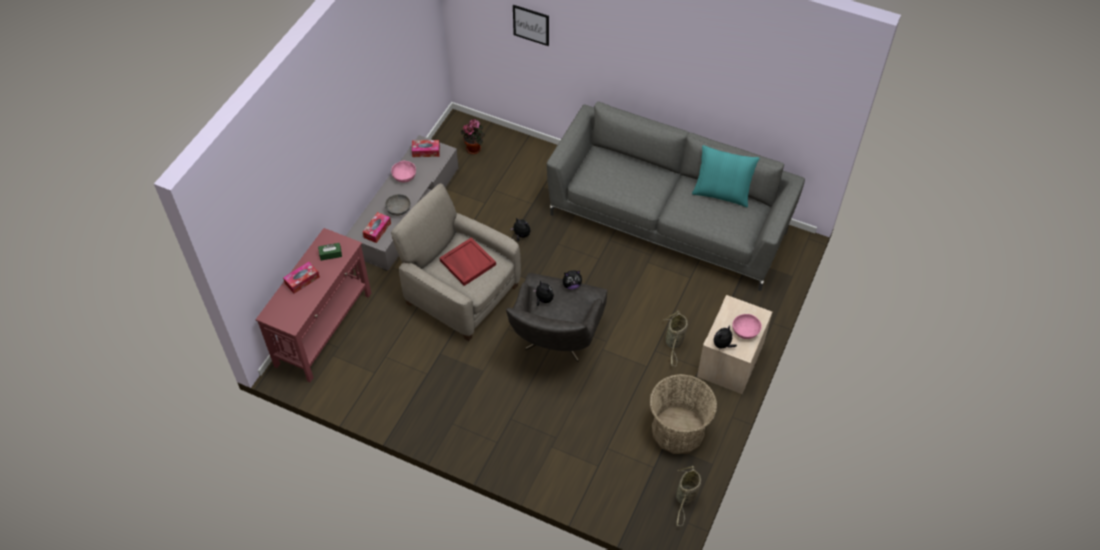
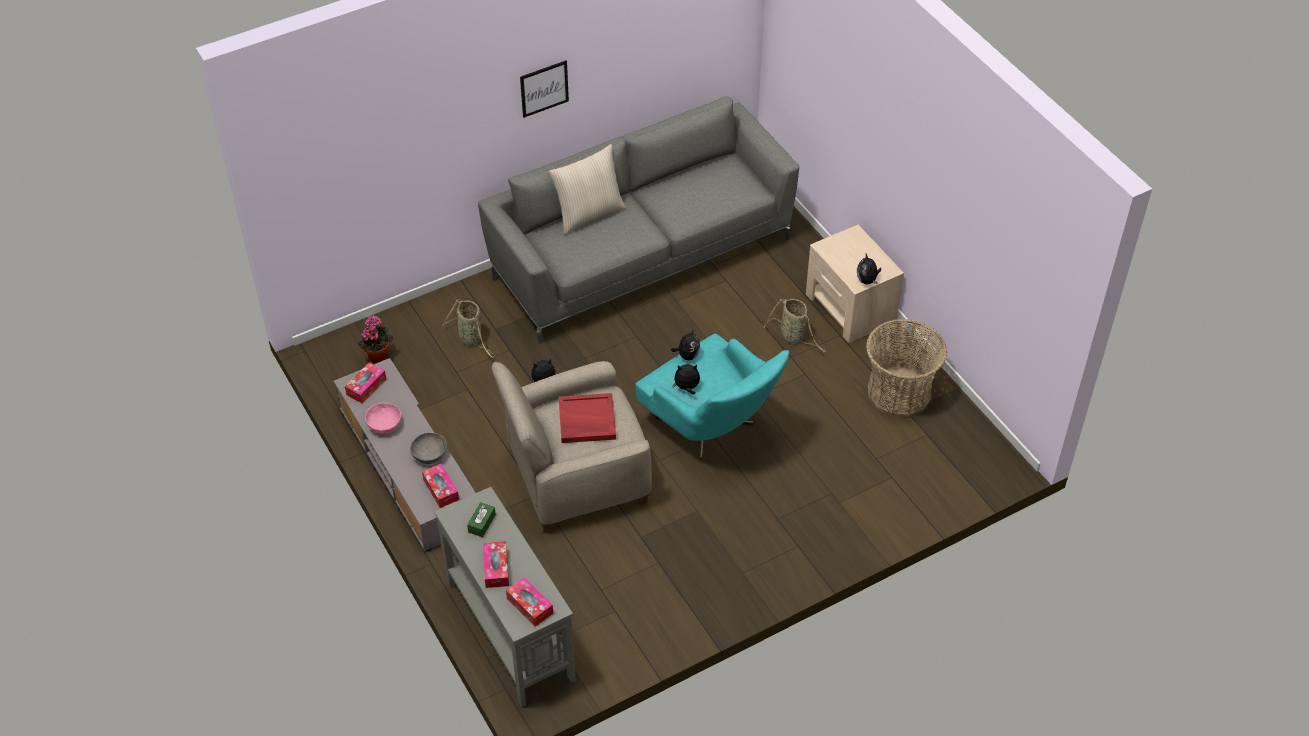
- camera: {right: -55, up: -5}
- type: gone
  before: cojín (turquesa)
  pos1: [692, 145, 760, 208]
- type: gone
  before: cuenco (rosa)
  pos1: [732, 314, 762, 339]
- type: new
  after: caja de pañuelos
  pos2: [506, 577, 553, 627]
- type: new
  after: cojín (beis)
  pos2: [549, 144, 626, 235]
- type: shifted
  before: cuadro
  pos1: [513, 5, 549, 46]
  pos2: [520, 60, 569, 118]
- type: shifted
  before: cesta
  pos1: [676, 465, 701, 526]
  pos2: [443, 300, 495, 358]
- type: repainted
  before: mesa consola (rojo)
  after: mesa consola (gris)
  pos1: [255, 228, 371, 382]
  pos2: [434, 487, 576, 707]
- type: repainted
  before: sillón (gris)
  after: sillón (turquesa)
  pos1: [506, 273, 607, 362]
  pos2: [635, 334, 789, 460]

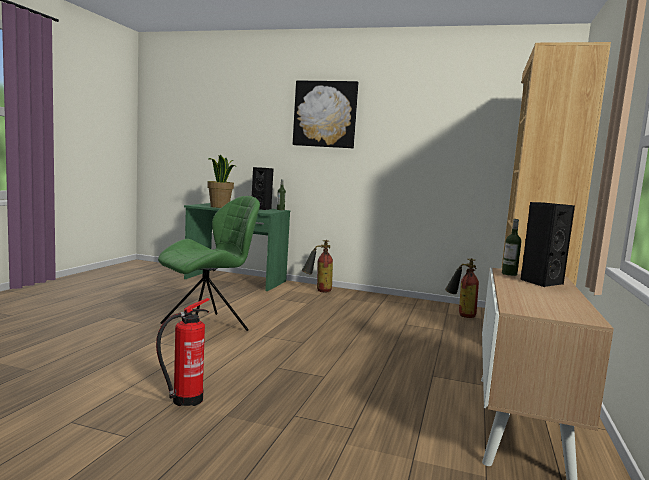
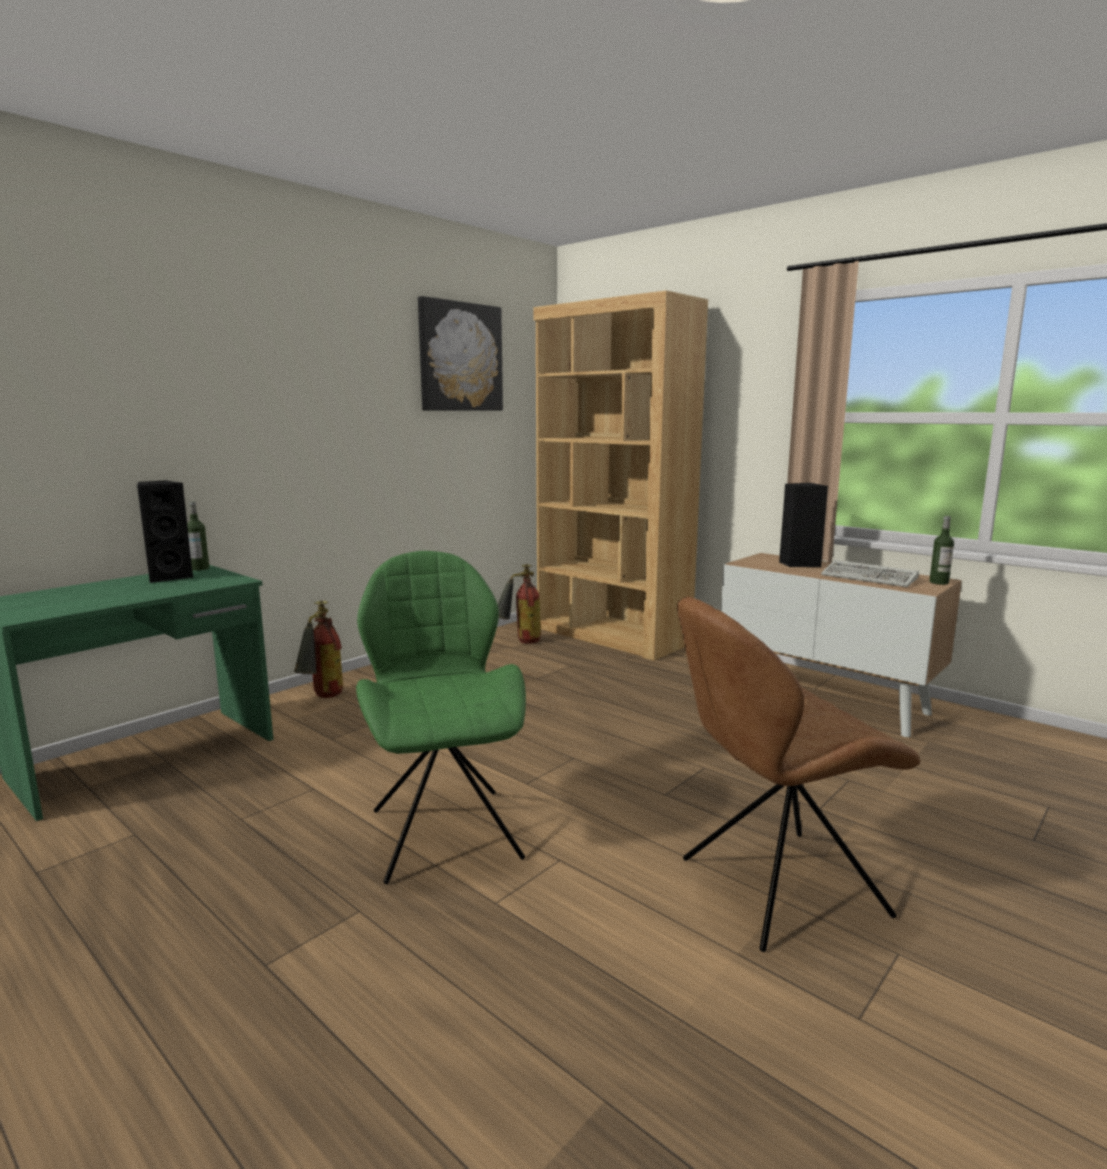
- camera: {right: -65, up: 5}
- type: gone
  before: planta en maceta
  pos1: [207, 154, 236, 208]
- type: new
  after: teclado
  pos2: [821, 560, 919, 587]
- type: shifted
  before: cuadro
  pos1: [293, 80, 358, 148]
  pos2: [418, 296, 503, 411]
- type: shifted
  before: botella
  pos1: [502, 219, 522, 276]
  pos2: [929, 516, 954, 585]
- type: swapped
  before: extintor
  after: silla (marrón)
  pos1: [156, 298, 210, 406]
  pos2: [677, 597, 920, 952]

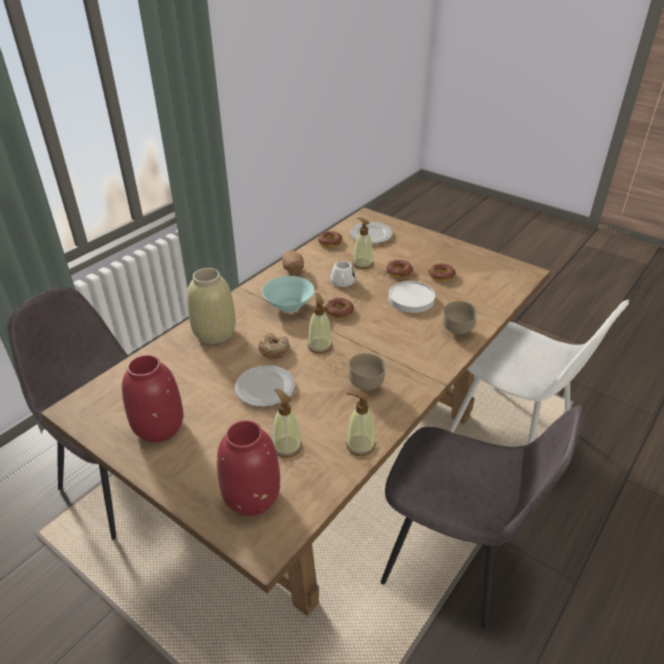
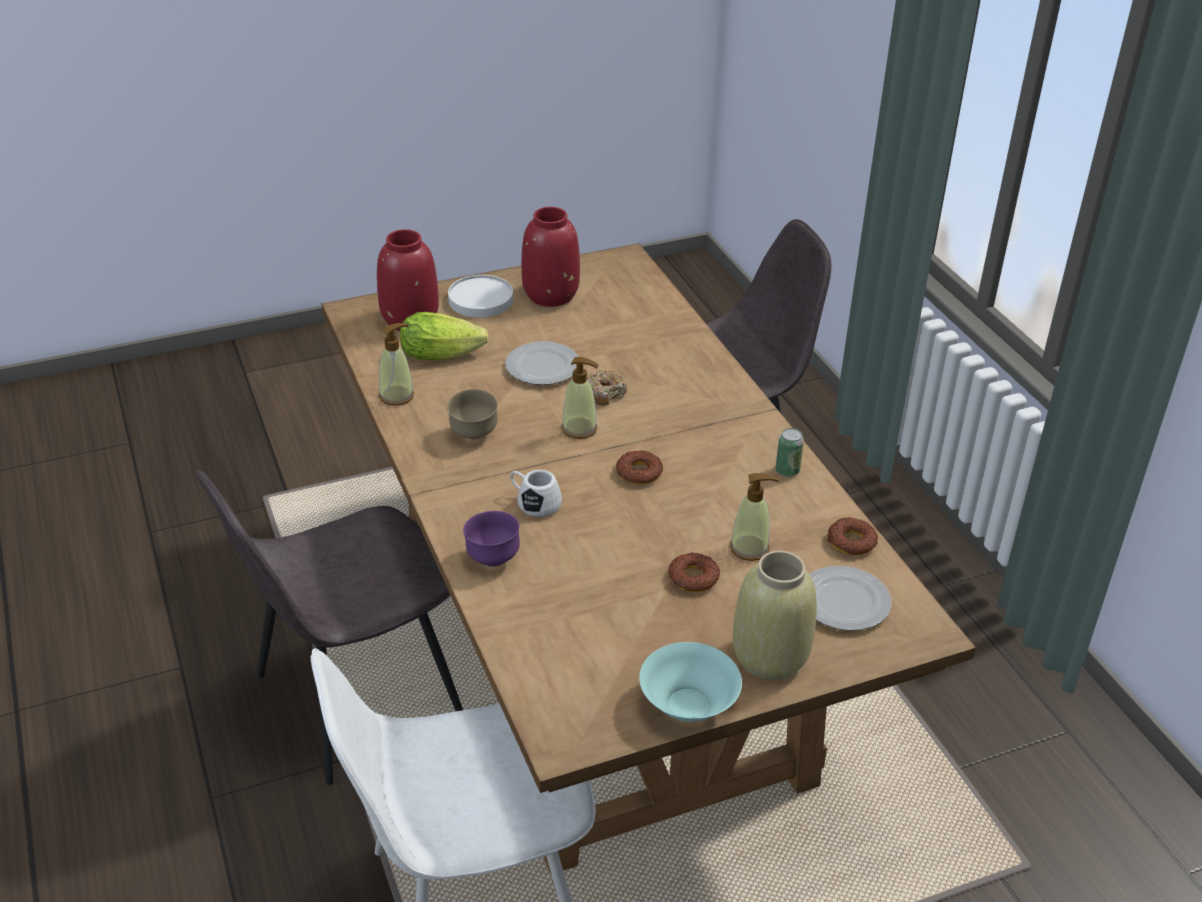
- camera: {right: 120, up: 0}
- type: gone
  before: rosquilla
  pos1: [429, 263, 456, 281]
- type: shifted
  before: florero (beis)
  pos1: [187, 268, 236, 344]
  pos2: [733, 551, 817, 680]
- type: shifted
  before: cuenco (turquesa)
  pos1: [262, 276, 314, 313]
  pos2: [639, 642, 742, 722]
- type: shifted
  before: taza grande (blanco)
  pos1: [330, 261, 355, 287]
  pos2: [510, 470, 562, 517]
- type: shifted
  before: plato (blanco)
  pos1: [389, 281, 435, 313]
  pos2: [448, 275, 513, 318]
- type: swapped
  before: dispensador de jabón
  after: lechuga
  pos1: [273, 388, 302, 458]
  pos2: [400, 312, 489, 361]
- type: swapped
  before: patata
  after: lata
  pos1: [282, 250, 304, 273]
  pos2: [775, 428, 804, 477]
- type: repainted
  before: cuenco (marrón)
  after: cuenco (morado)
  pos1: [443, 301, 478, 334]
  pos2: [463, 511, 520, 567]

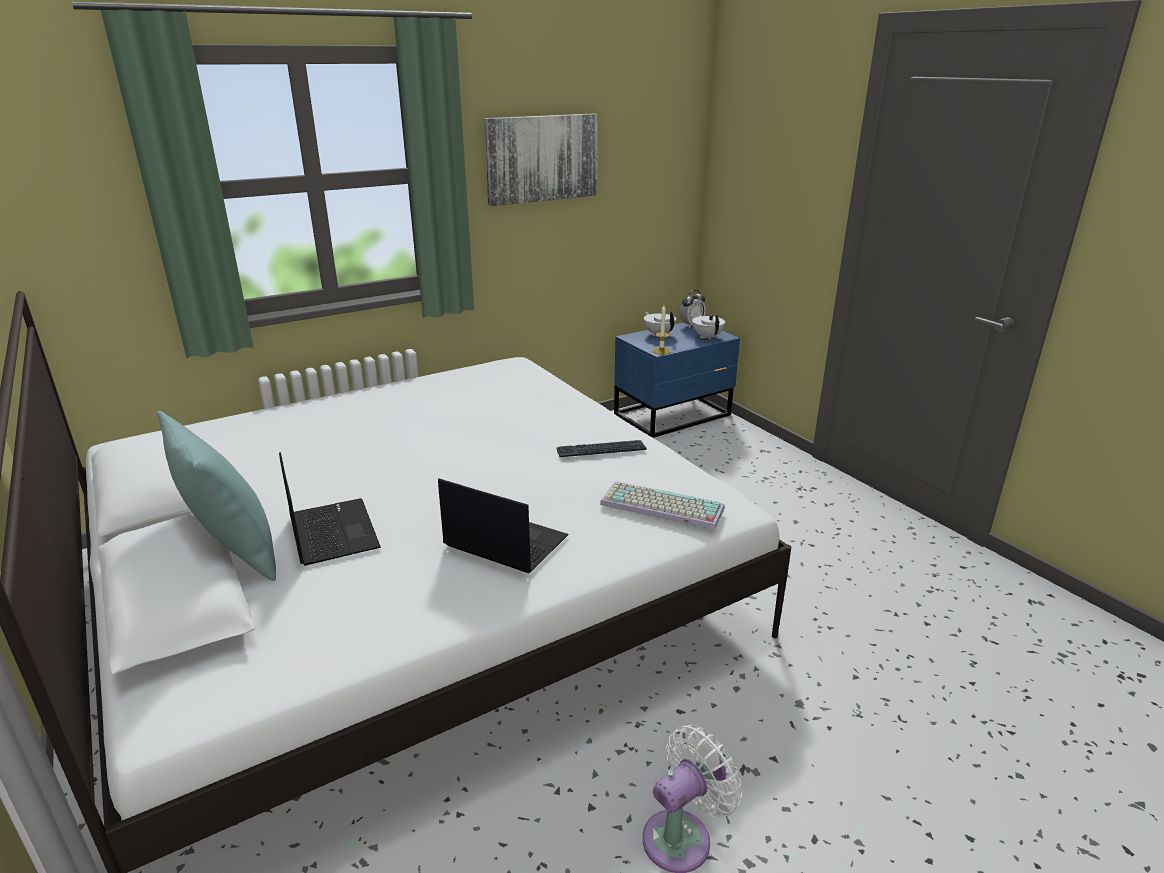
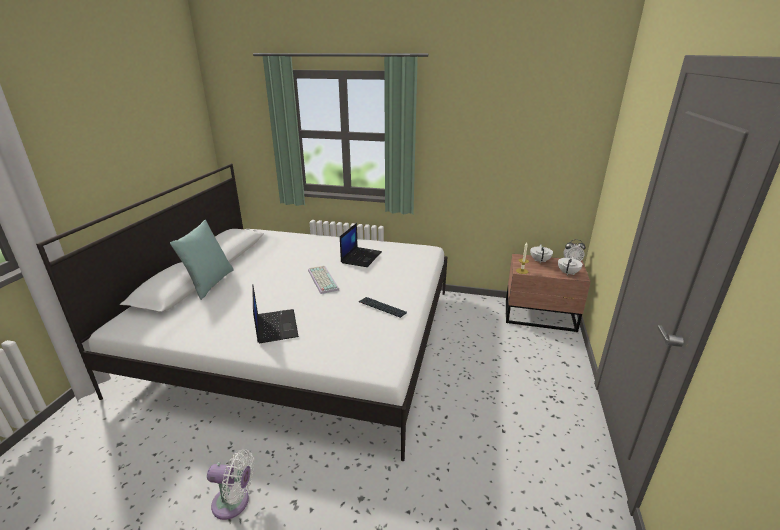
- camera: {right: 45, up: 0}
- type: gone
  before: cuadro
  pos1: [483, 114, 598, 206]
- type: shifted
  before: portátil
  pos1: [279, 452, 381, 566]
  pos2: [340, 223, 382, 267]
- type: shifted
  before: teclado
  pos1: [600, 481, 725, 529]
  pos2: [308, 265, 339, 294]
- type: repainted
  before: mesita de noche (azul)
  after: mesita de noche (marrón)
  pos1: [614, 323, 740, 438]
  pos2: [506, 254, 591, 332]

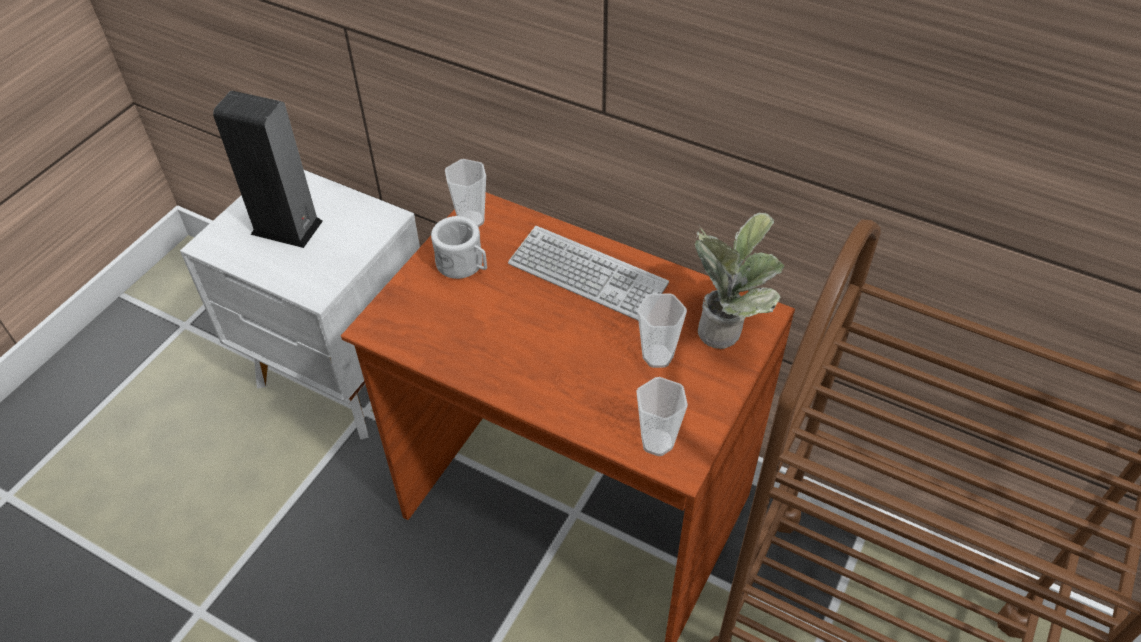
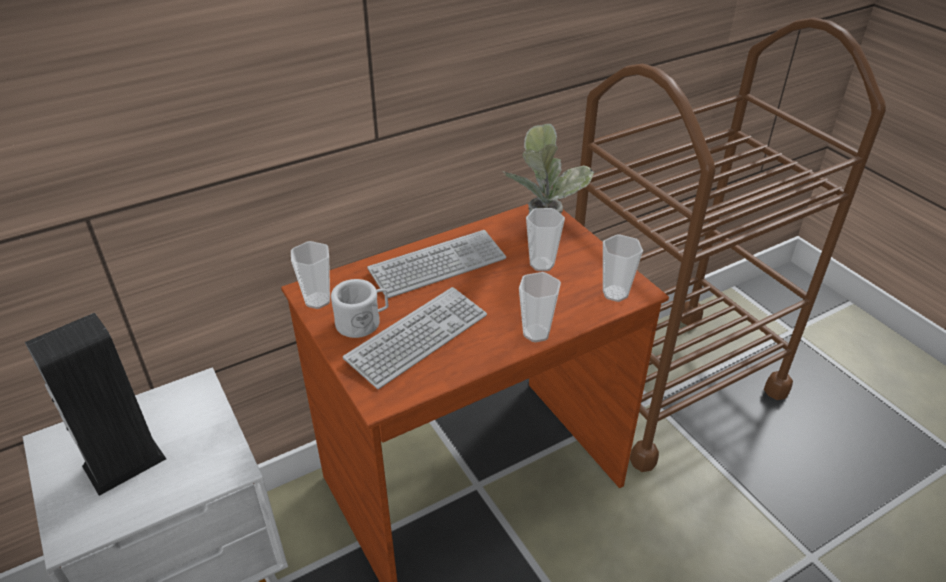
- camera: {right: -60, up: -10}
- type: new
  after: teclado
  pos2: [343, 287, 487, 389]
- type: new
  after: taza
  pos2: [519, 272, 561, 342]

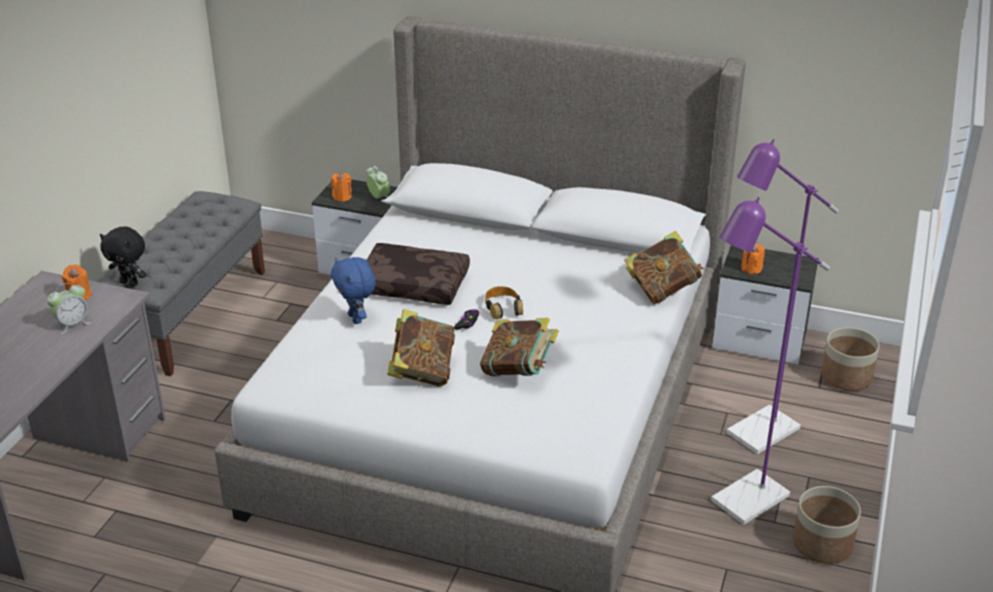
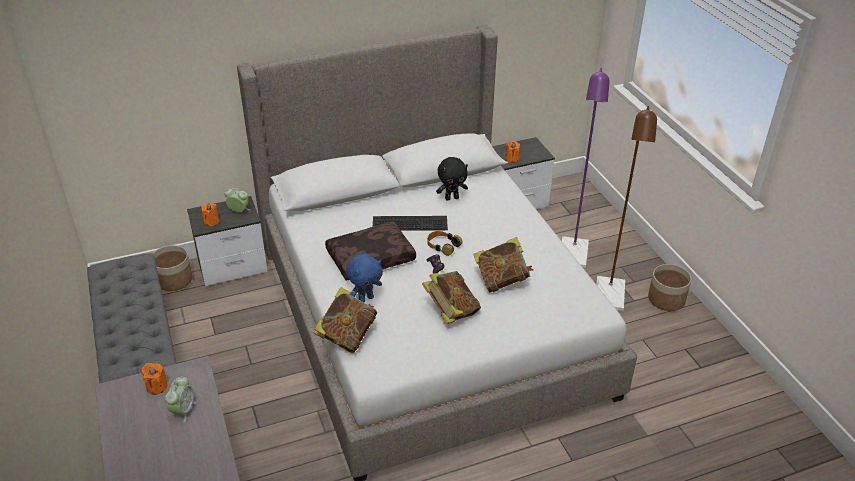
- camera: {right: -40, up: 5}
- type: new
  after: teclado
  pos2: [373, 216, 448, 231]
- type: shifted
  before: peluche (negro)
  pos1: [100, 227, 146, 286]
  pos2: [436, 157, 468, 200]
- type: shifted
  before: libro
  pos1: [624, 231, 704, 304]
  pos2: [314, 287, 377, 353]
- type: shifted
  before: maceta
  pos1: [821, 327, 879, 391]
  pos2: [153, 245, 193, 291]
- type: repainted
  before: lámpara de pie (morado)
  after: lámpara de pie (marrón)
  pos1: [711, 197, 830, 525]
  pos2: [596, 106, 657, 311]
- type: rotated
  before: peluche (azul)
  pos1: [331, 257, 376, 324]
  pos2: [346, 254, 383, 302]
  turn: -60

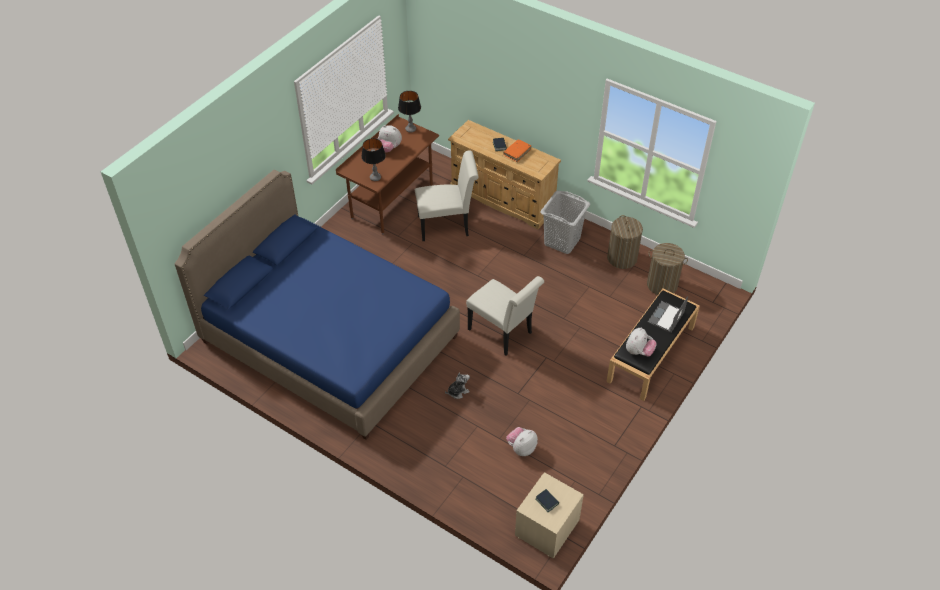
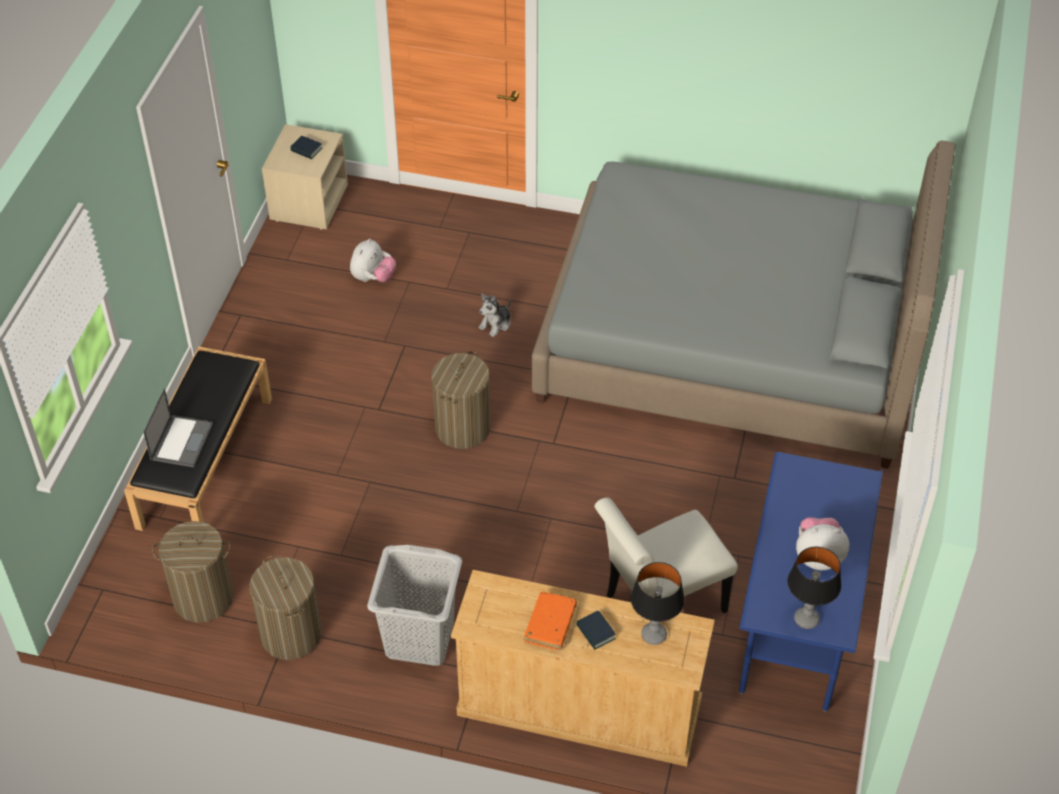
- camera: {right: 160, up: 0}
- type: gone
  before: peluche
  pos1: [626, 327, 657, 357]
- type: shifted
  before: lámpara de mesa
  pos1: [361, 138, 386, 181]
  pos2: [631, 562, 685, 645]
- type: swapped
  before: silla (blanco)
  after: cesto de la ropa
  pos1: [466, 276, 544, 356]
  pos2: [432, 351, 490, 449]
- type: repainted
  before: cama (azul)
  after: cama (gris)
  pos1: [175, 170, 460, 440]
  pos2: [532, 141, 955, 469]
- type: repainted
  before: escritorio (marrón)
  after: escritorio (azul)
  pos1: [336, 114, 439, 234]
  pos2: [739, 452, 883, 712]

